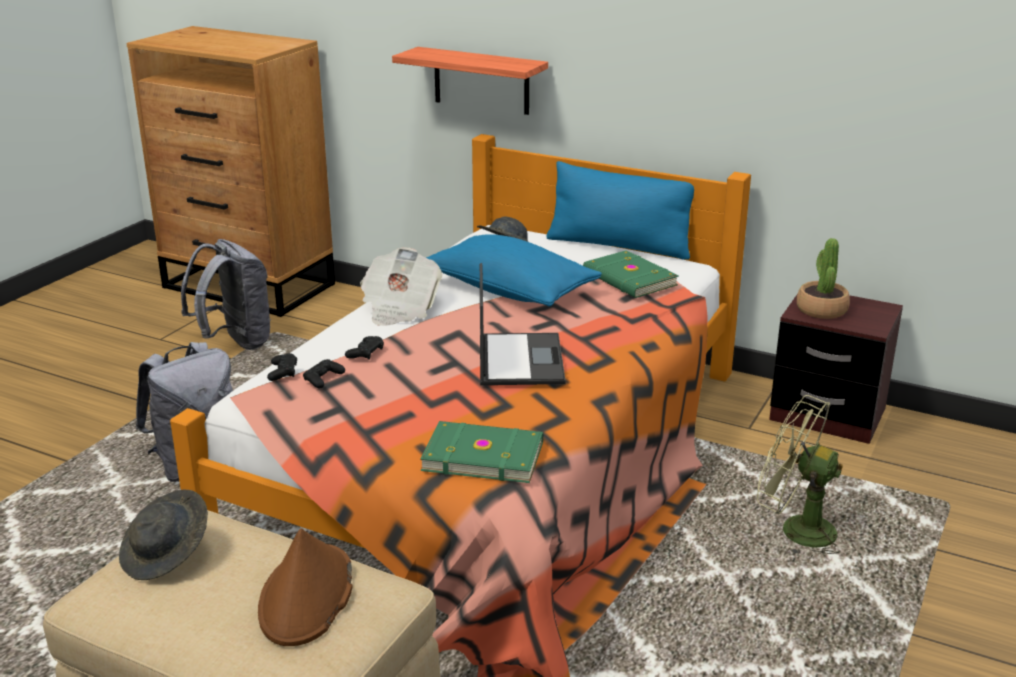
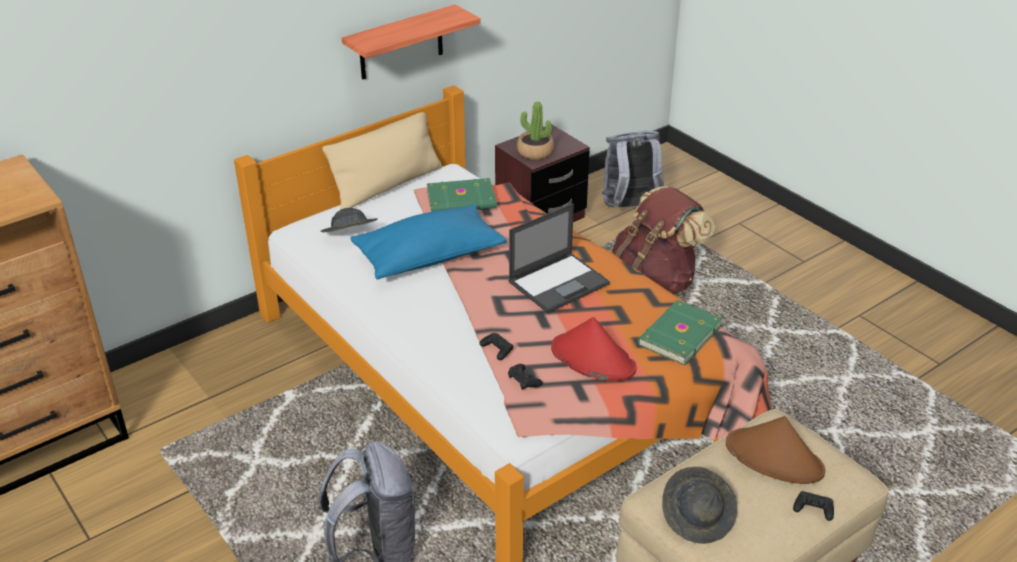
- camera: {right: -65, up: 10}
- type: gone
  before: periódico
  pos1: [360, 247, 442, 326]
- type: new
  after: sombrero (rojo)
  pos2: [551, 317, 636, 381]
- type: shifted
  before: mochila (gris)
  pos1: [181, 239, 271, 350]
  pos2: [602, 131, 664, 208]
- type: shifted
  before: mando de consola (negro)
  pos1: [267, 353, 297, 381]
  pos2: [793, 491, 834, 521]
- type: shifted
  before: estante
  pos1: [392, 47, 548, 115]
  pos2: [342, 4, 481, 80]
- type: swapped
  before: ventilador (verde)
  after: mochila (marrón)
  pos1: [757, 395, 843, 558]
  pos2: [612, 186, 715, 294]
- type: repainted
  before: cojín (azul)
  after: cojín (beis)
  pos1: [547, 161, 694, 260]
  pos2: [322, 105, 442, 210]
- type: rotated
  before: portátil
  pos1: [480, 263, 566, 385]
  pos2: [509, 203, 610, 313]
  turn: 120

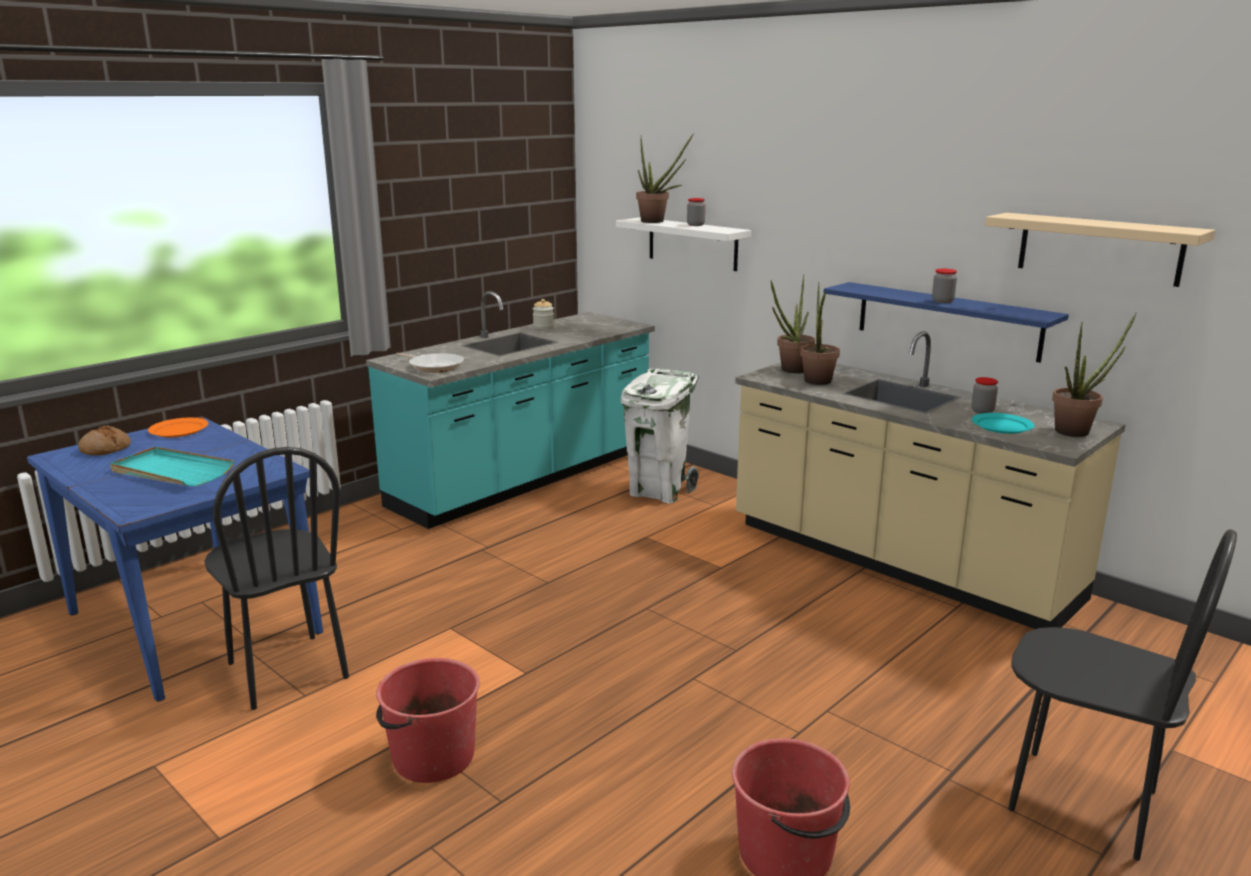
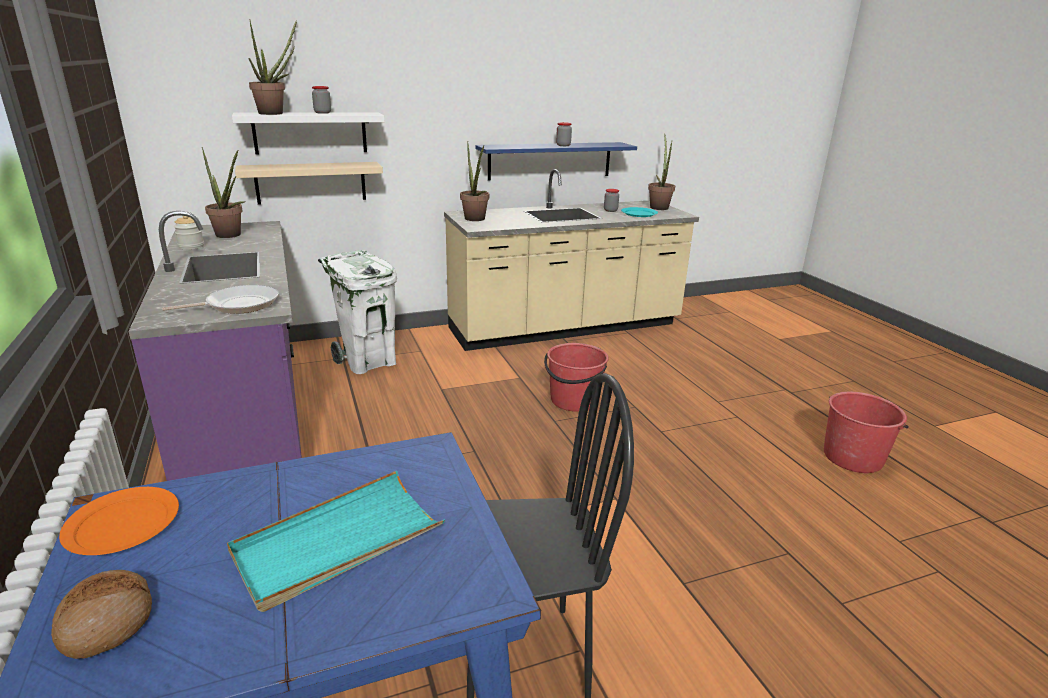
- camera: {right: -65, up: 5}
- type: gone
  before: silla (negro)
  pos1: [1008, 529, 1237, 861]
- type: shifted
  before: cubo (rojo)
  pos1: [376, 658, 480, 783]
  pos2: [544, 343, 609, 412]
- type: shifted
  before: planta en maceta
  pos1: [800, 282, 840, 385]
  pos2: [202, 147, 245, 238]
- type: shifted
  before: estante (beis)
  pos1: [985, 213, 1215, 287]
  pos2: [235, 162, 383, 205]
- type: repainted
  before: mueble bajo de cocina (turquesa)
  after: mueble bajo de cocina (morado)
  pos1: [366, 291, 655, 529]
  pos2: [128, 211, 302, 481]

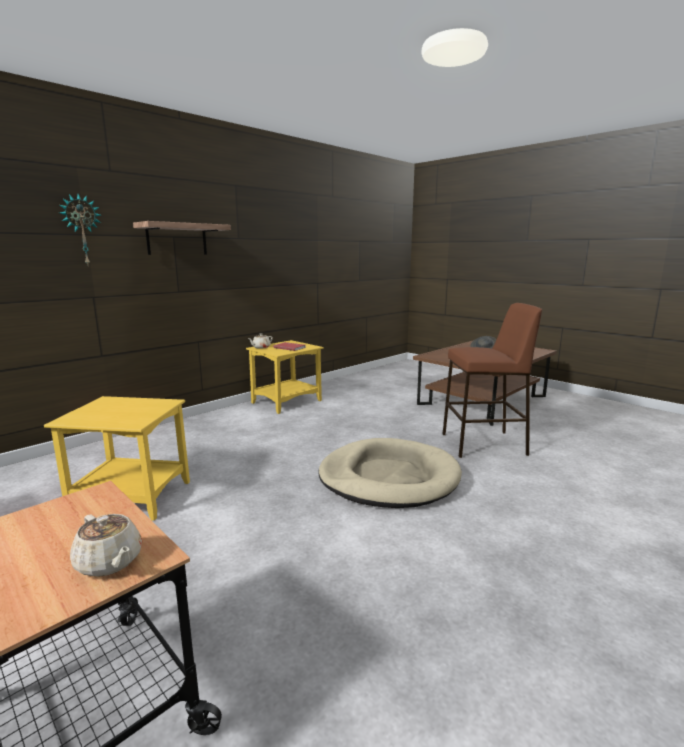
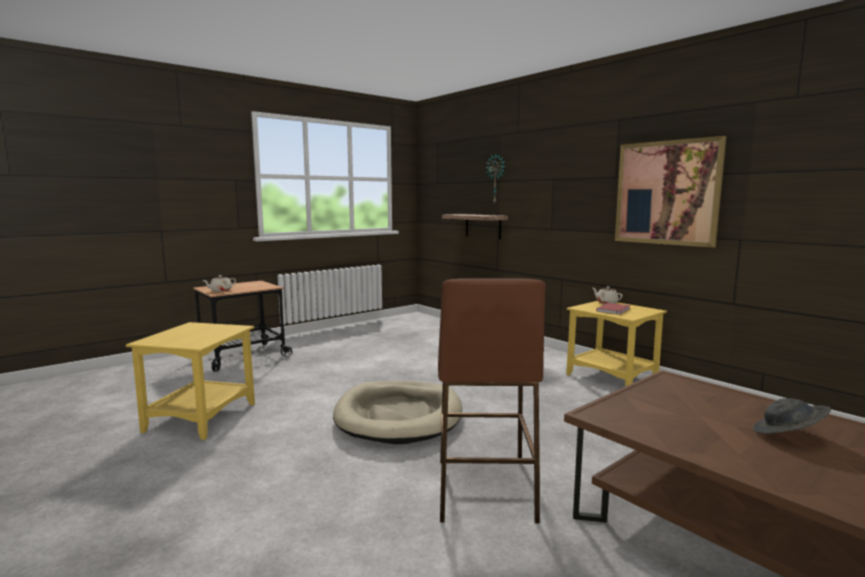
- camera: {right: 95, up: -5}
- type: new
  after: cuadro
  pos2: [615, 136, 727, 248]
- type: shifted
  before: mesa auxiliar (amarillo)
  pos1: [44, 396, 190, 521]
  pos2: [126, 322, 255, 440]
- type: shifted
  before: estante
  pos1: [133, 221, 231, 255]
  pos2: [442, 214, 508, 239]

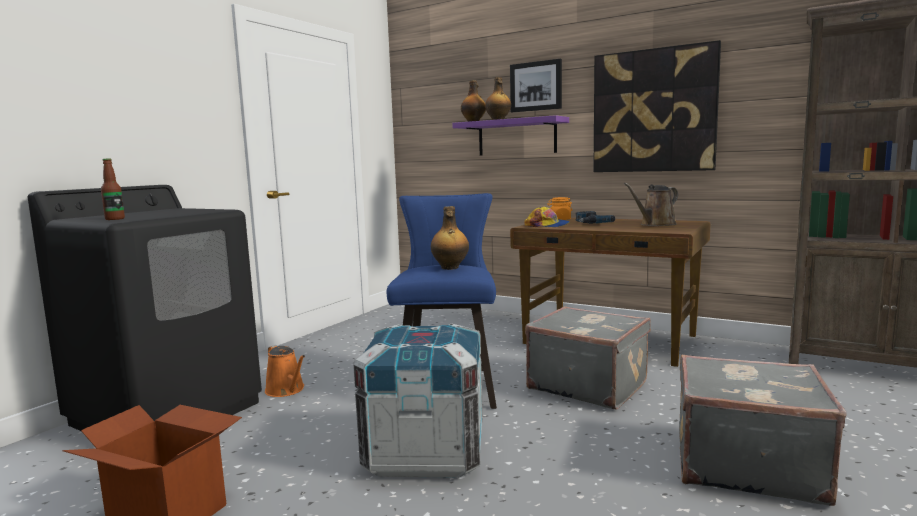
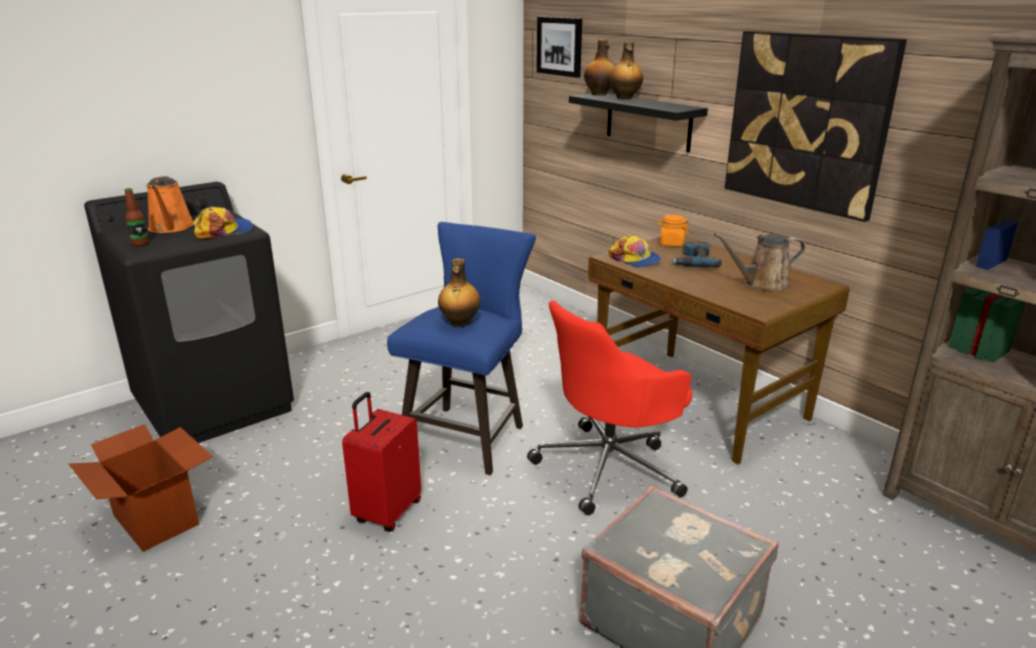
- camera: {right: 20, up: 15}
- type: new
  after: gorra
  pos2: [193, 207, 253, 239]
- type: shifted
  before: regadera (naranja)
  pos1: [265, 345, 305, 397]
  pos2: [147, 176, 194, 233]
- type: shifted
  before: cuadro
  pos1: [510, 59, 562, 112]
  pos2: [537, 17, 582, 78]
- type: swapped
  before: caja de embalaje
  after: maleta (rojo)
  pos1: [353, 324, 483, 478]
  pos2: [342, 392, 421, 532]
- type: swapped
  before: maleta (gris)
  after: silla de oficina (rojo)
  pos1: [525, 306, 651, 410]
  pos2: [527, 300, 692, 516]
- type: repainted
  before: estante (morado)
  after: estante (negro)
  pos1: [452, 115, 569, 156]
  pos2: [569, 93, 708, 152]

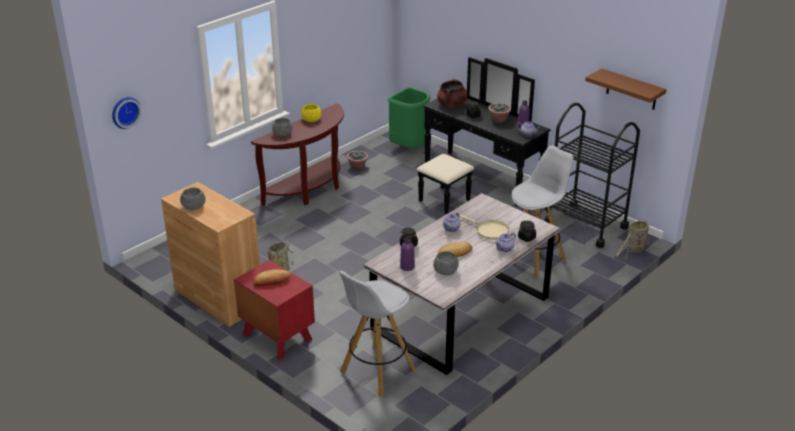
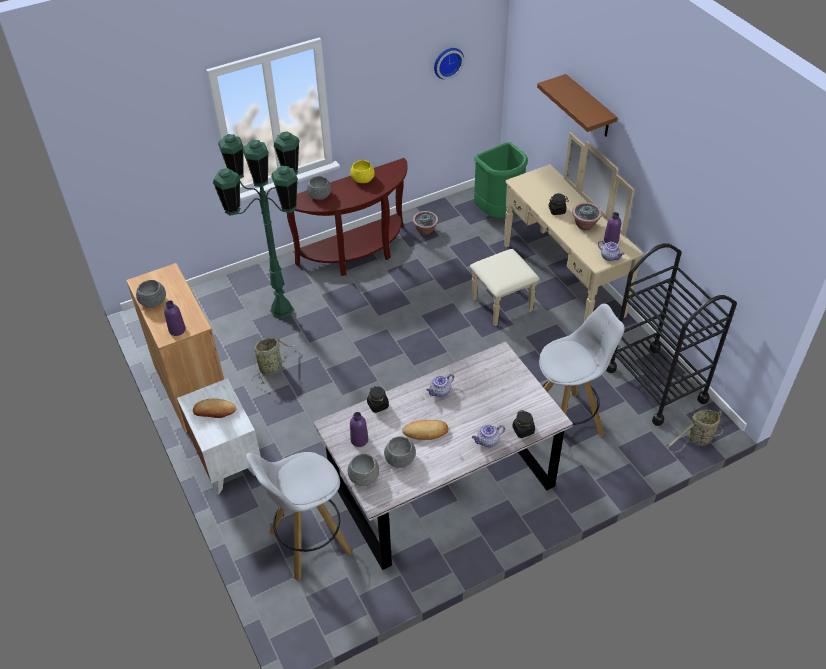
- camera: {right: 20, up: 15}
- type: gone
  before: olla (marrón)
  pos1: [437, 79, 468, 108]
- type: gone
  before: sartén (beis)
  pos1: [459, 215, 509, 240]
- type: new
  after: botella (morado)
  pos2: [164, 300, 186, 336]
- type: new
  after: lámpara de pie (verde)
  pos2: [213, 131, 300, 319]
- type: new
  after: cuenco (gris)
  pos2: [348, 454, 379, 486]
- type: shifted
  before: reloj de pared
  pos1: [112, 97, 141, 129]
  pos2: [434, 48, 464, 80]
- type: shifted
  before: estante (marrón)
  pos1: [585, 68, 667, 110]
  pos2: [537, 74, 618, 137]
- type: repainted
  before: mesita de noche (rojo)
  after: mesita de noche (blanco)
  pos1: [234, 260, 315, 360]
  pos2: [177, 378, 261, 495]
- type: repainted
  before: cómoda (negro)
  after: cómoda (beis)
  pos1: [416, 57, 551, 214]
  pos2: [470, 132, 644, 326]

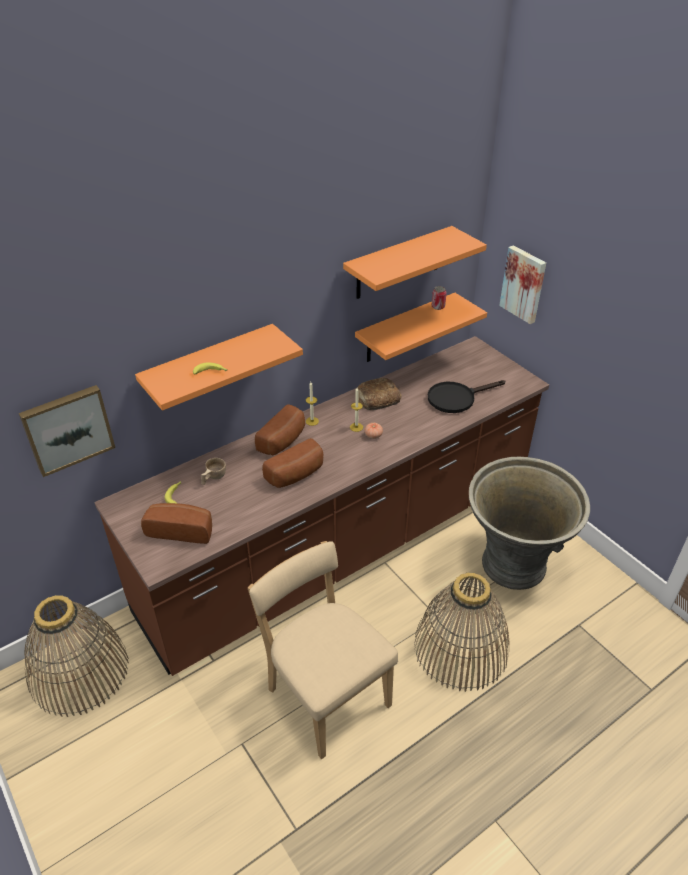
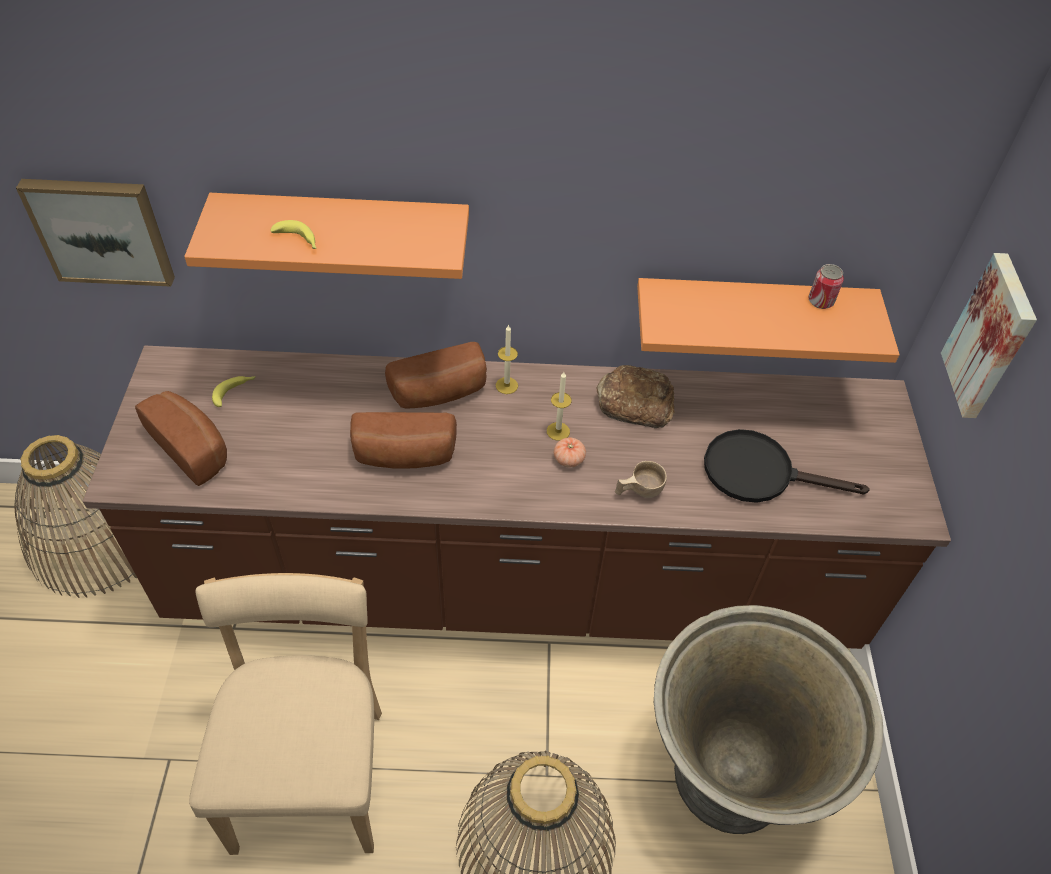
- camera: {right: 35, up: 10}
- type: gone
  before: estante (naranja)
  pos1: [343, 226, 487, 299]
- type: shifted
  before: taza (beis)
  pos1: [201, 458, 226, 485]
  pos2: [615, 461, 667, 498]

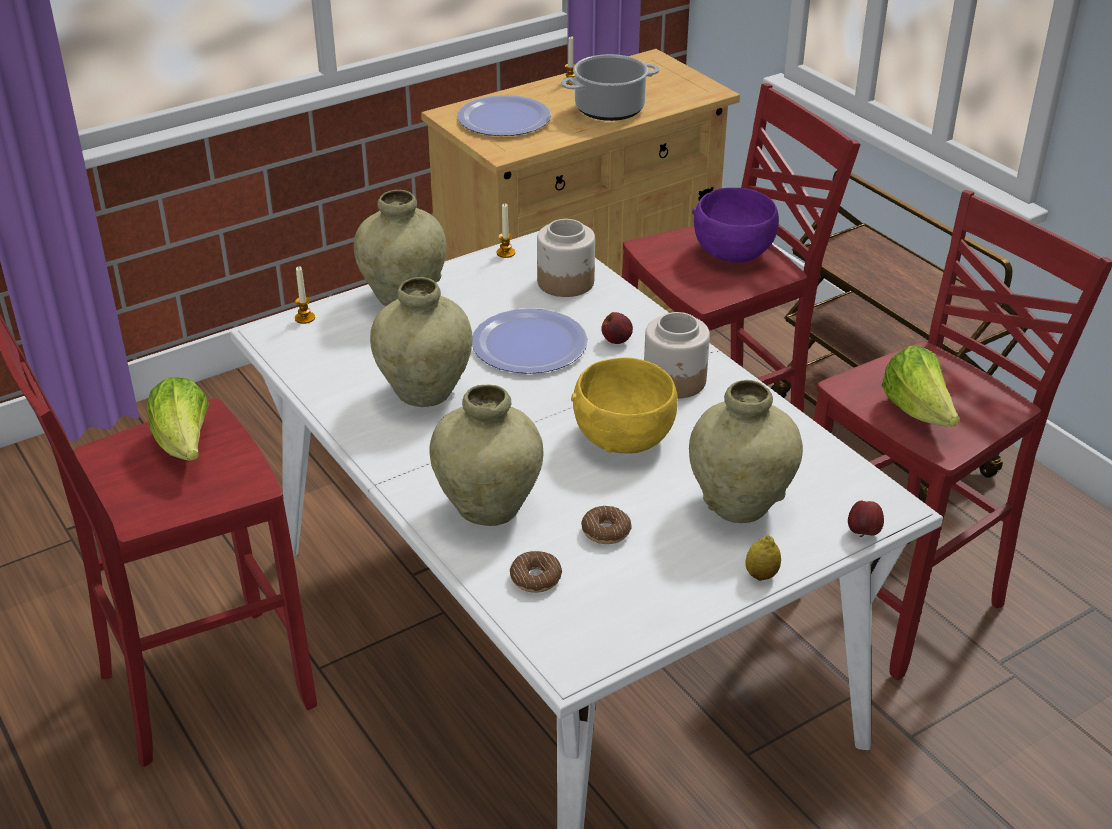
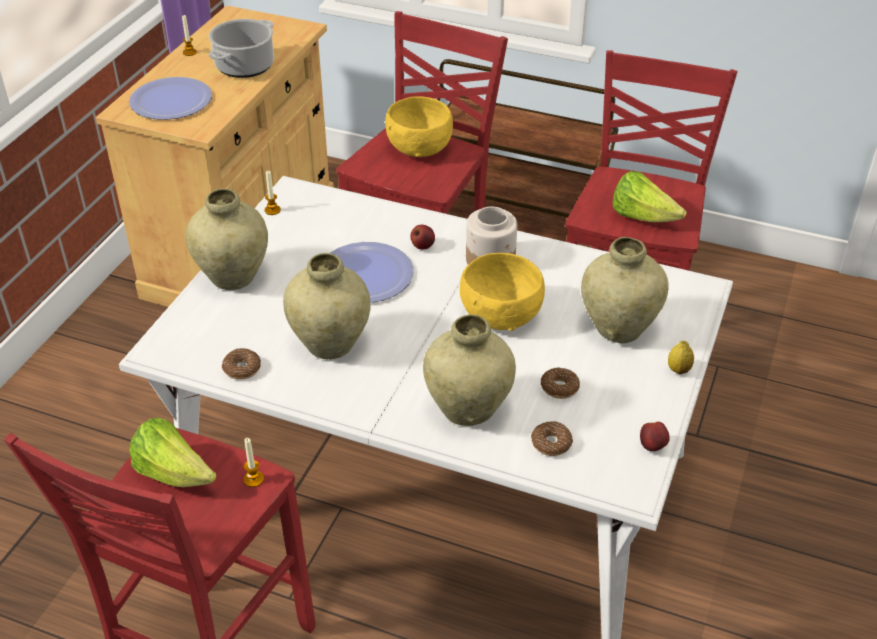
- camera: {right: -35, up: 5}
- type: gone
  before: tarro
  pos1: [537, 219, 595, 297]
- type: new
  after: rosquilla
  pos2: [222, 348, 261, 380]
- type: shifted
  before: vela
  pos1: [295, 266, 315, 324]
  pos2: [243, 438, 264, 487]
- type: shifted
  before: manzana
  pos1: [848, 501, 884, 537]
  pos2: [640, 422, 670, 452]
- type: repainted
  before: cuenco (morado)
  after: cuenco (amarillo)
  pos1: [692, 188, 779, 262]
  pos2: [385, 96, 453, 157]

